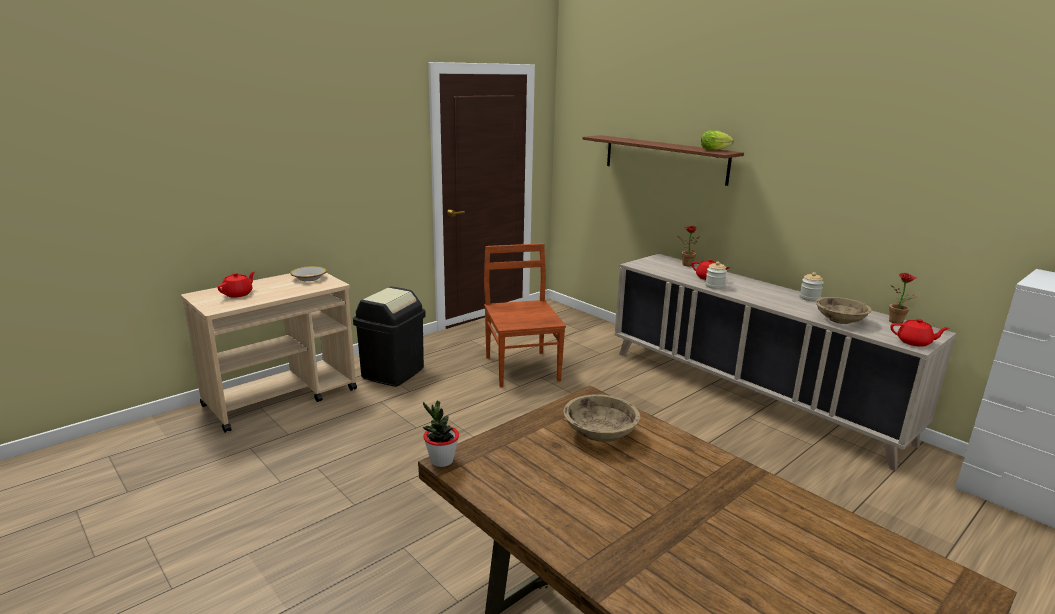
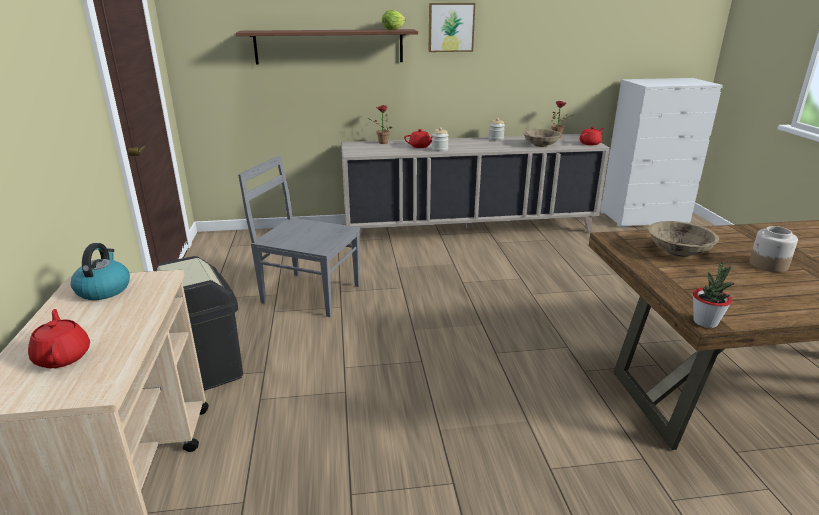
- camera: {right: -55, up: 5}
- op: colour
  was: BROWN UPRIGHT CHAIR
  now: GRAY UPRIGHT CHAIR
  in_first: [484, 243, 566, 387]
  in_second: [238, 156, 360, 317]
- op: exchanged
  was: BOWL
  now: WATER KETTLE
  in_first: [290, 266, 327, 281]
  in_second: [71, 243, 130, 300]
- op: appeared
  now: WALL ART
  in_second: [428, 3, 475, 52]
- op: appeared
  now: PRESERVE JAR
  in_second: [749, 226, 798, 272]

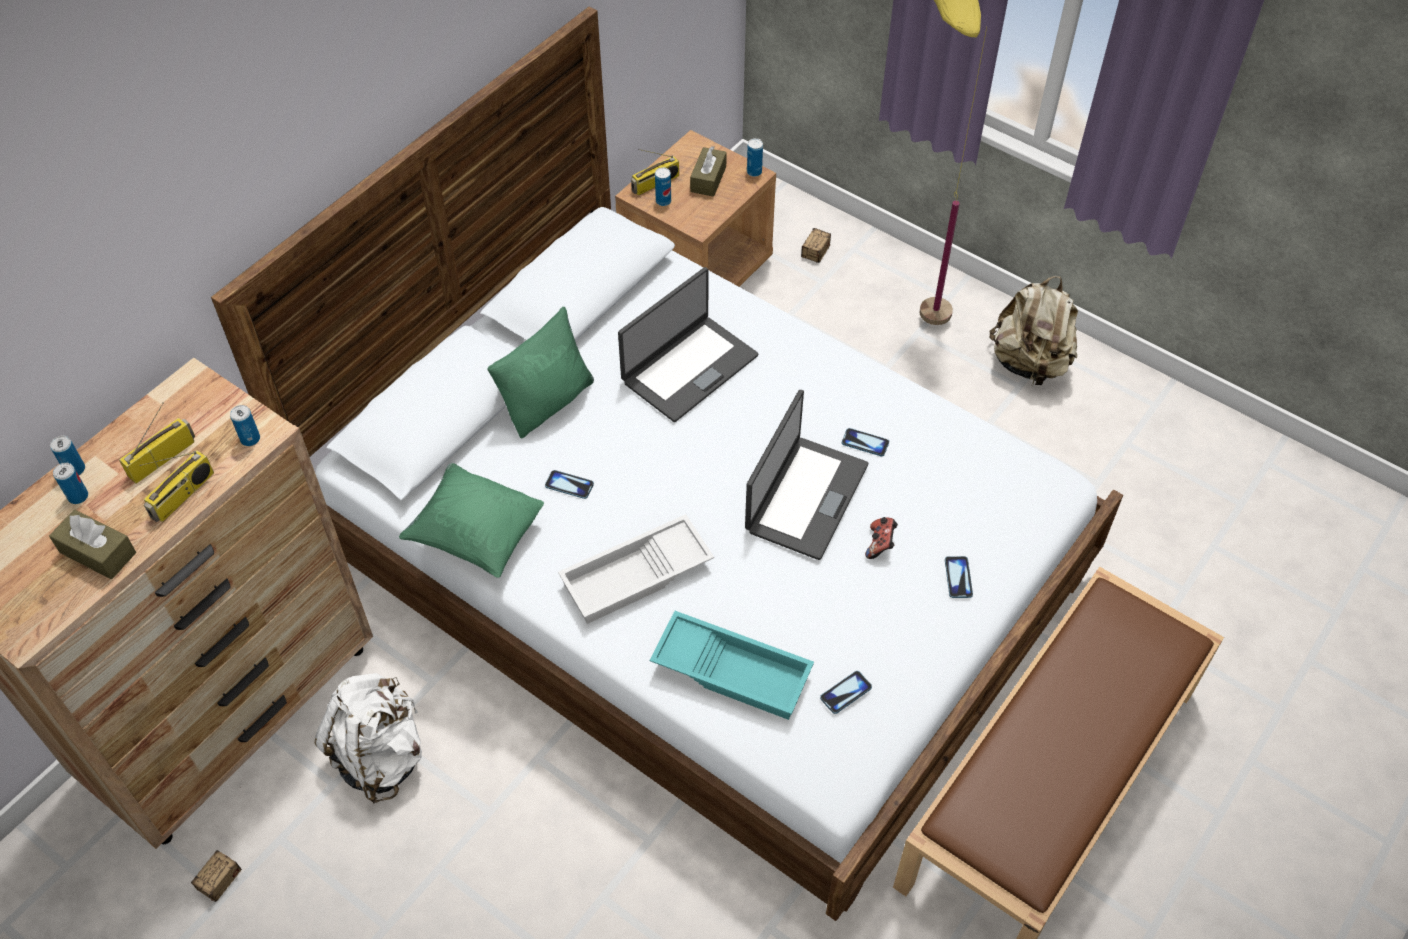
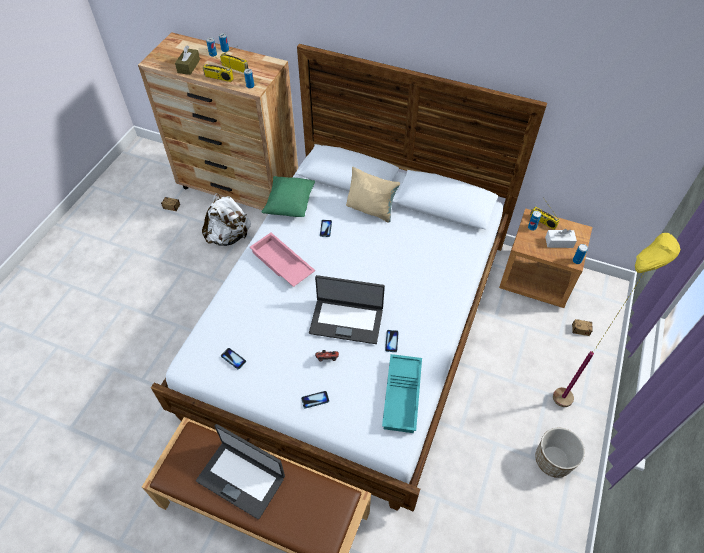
- camera: {right: 75, up: 0}
- op: colour
  was: BROWN BOX OF TISSUES
  now: WHITISH BOX OF TISSUES
  in_first: [690, 146, 727, 197]
  in_second: [545, 229, 577, 248]
- op: relocated
  was: LAPTOP
  in_first: [618, 267, 758, 422]
  in_second: [196, 424, 285, 519]
- op: exchanged
  was: BEIGE KNAPSACK
  now: PLANT POT
  in_first: [990, 276, 1078, 385]
  in_second: [535, 428, 585, 478]
- op: colour
  was: GREEN-COLOURED CUSHION
  now: BEIGE CUSHION
  in_first: [487, 307, 594, 438]
  in_second: [346, 167, 400, 223]
- op: colour
  was: WHITISH SERVING TRAY
  now: PINK-COLOURED SERVING TRAY
  in_first: [558, 514, 714, 624]
  in_second: [250, 233, 315, 287]
- op: relocated
  was: BLUE-GREEN SERVING TRAY
  in_first: [650, 611, 814, 720]
  in_second: [382, 354, 422, 433]

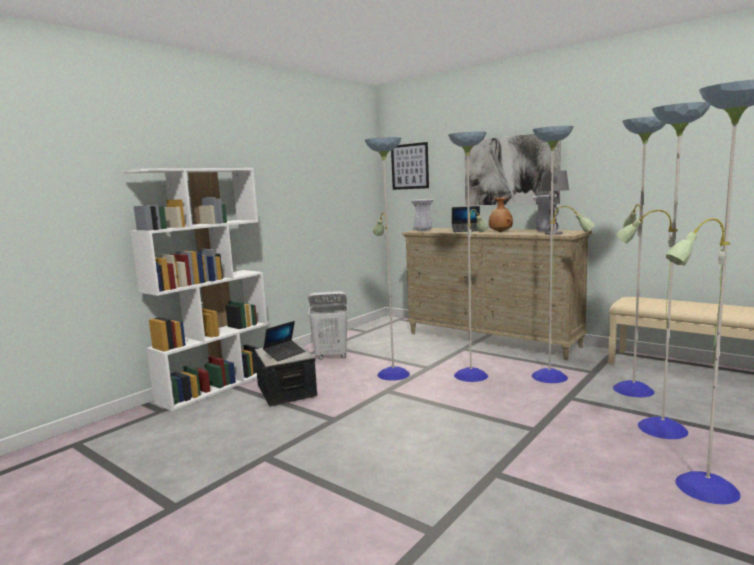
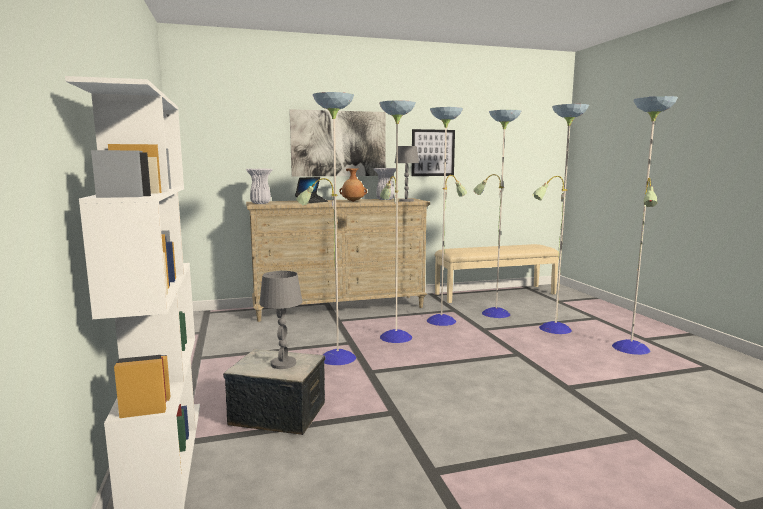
- camera: {right: -55, up: 0}
- op: relocated
  was: WALL ART
  in_first: [391, 142, 429, 190]
  in_second: [412, 129, 455, 176]
- op: missing
  was: WHITISH LAUNDRY BASKET
  in_first: [308, 291, 348, 360]
- op: exchanged
  was: LAPTOP
  now: GRAY TABLE LAMP
  in_first: [263, 321, 305, 361]
  in_second: [259, 271, 303, 369]

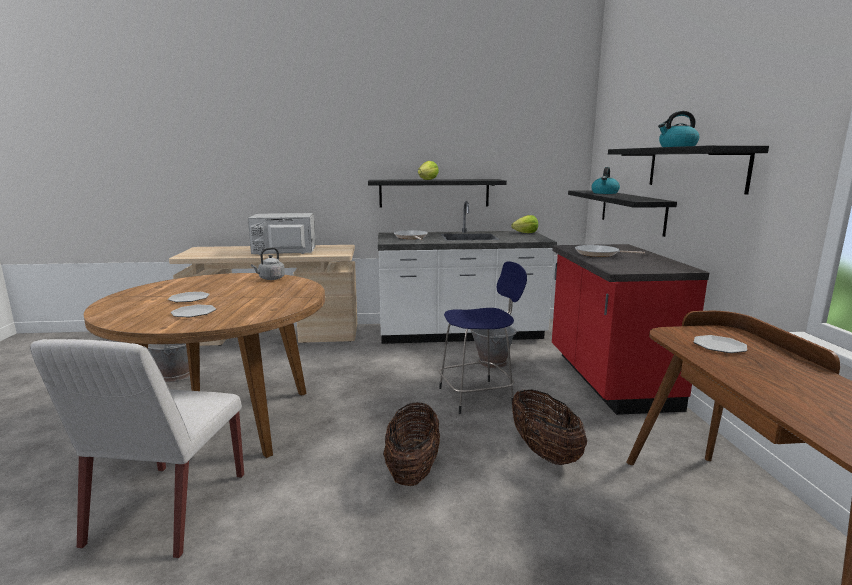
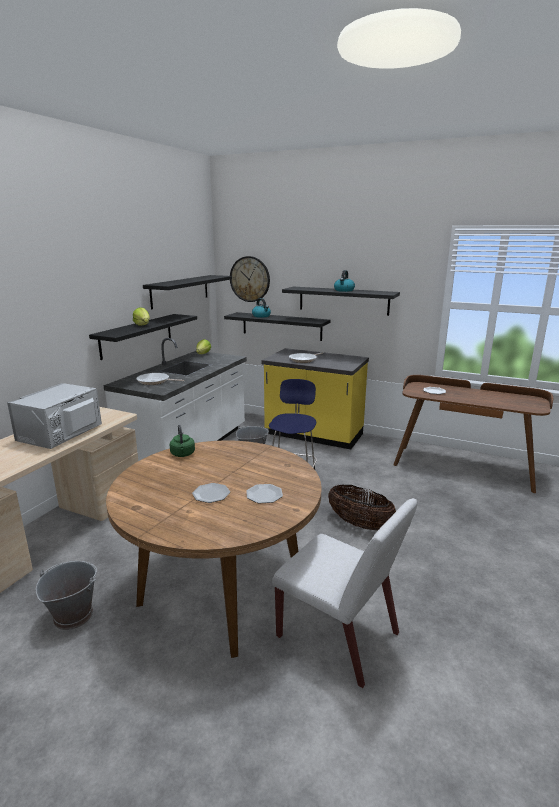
- camera: {right: -60, up: 5}
- op: colour
  was: REDDISH KITCHEN COUNTER
  now: YELLOW KITCHEN COUNTER
  in_first: [552, 244, 709, 415]
  in_second: [262, 348, 369, 449]
- op: colour
  was: GRAY WATER KETTLE
  now: GREEN-COLOURED WATER KETTLE
  in_first: [251, 247, 285, 280]
  in_second: [170, 425, 195, 457]
- op: missing
  was: HOUSEHOLD BASKET
  in_first: [512, 390, 587, 465]
- op: appeared
  now: WALL CLOCK
  in_second: [230, 256, 270, 302]
- op: appeared
  now: BLACK BRACKET SHELF
  in_second: [143, 275, 232, 309]

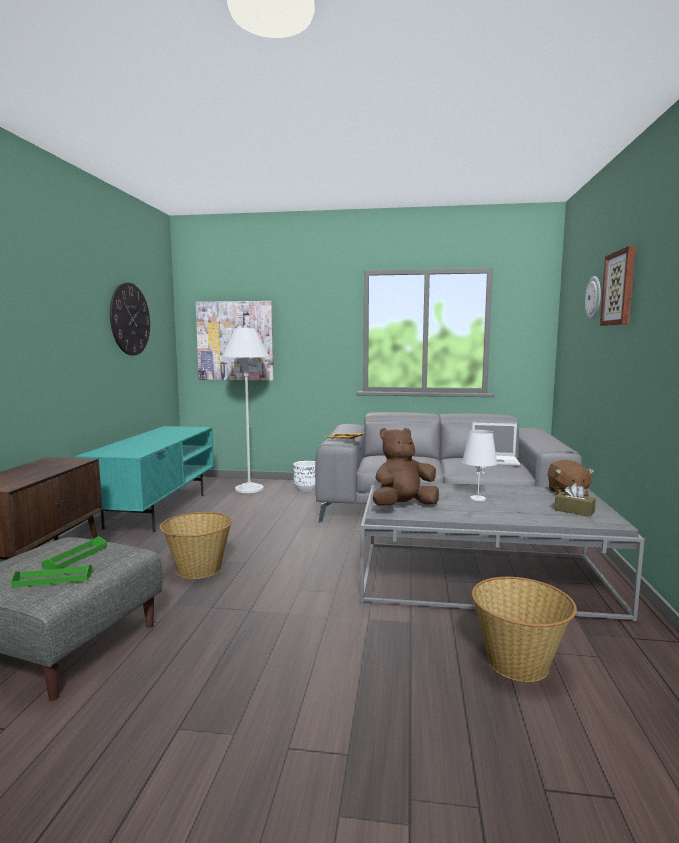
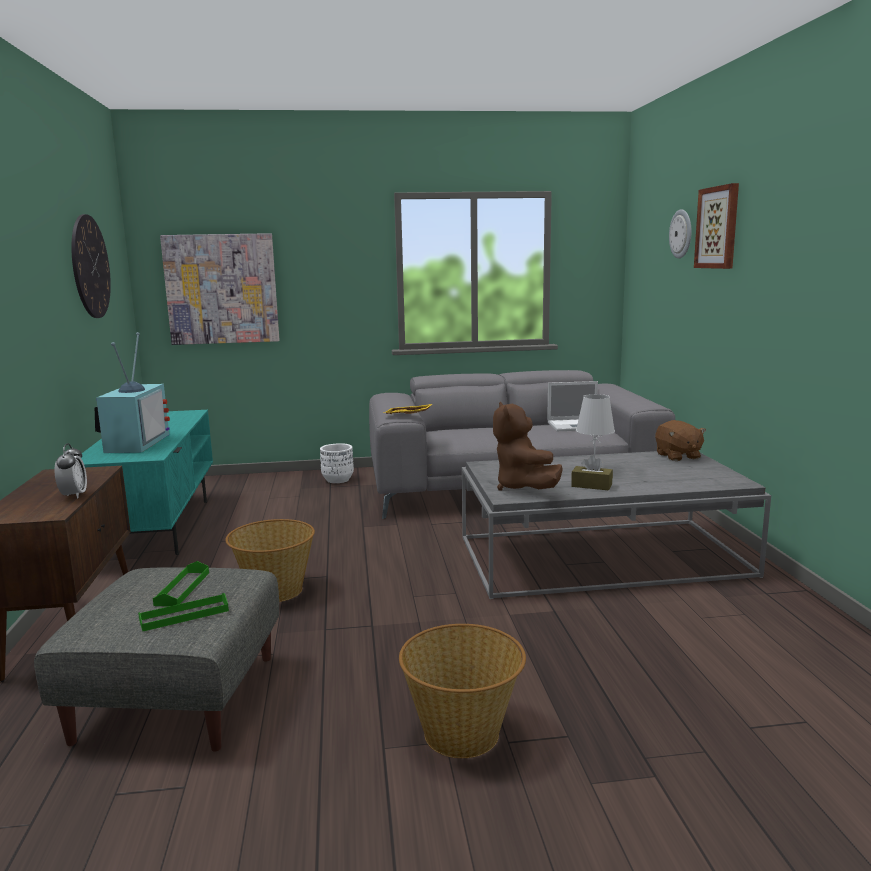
- camera: {right: -15, up: 5}
- op: missing
  was: WHITISH STANDARD LAMP
  in_first: [222, 328, 270, 493]
- op: spun
  was: BROWN CUDDLY TOY
  in_first: [373, 428, 439, 506]
  in_second: [493, 402, 563, 491]
  clockwise: -60
- op: relocated
  was: BROWN BOX OF TISSUES
  in_first: [554, 483, 596, 517]
  in_second: [571, 455, 613, 490]
- op: relocated
  was: HOUSEHOLD BASKET
  in_first: [472, 577, 577, 682]
  in_second: [399, 624, 526, 758]
- op: appeared
  now: TELEVISION
  in_second: [95, 332, 170, 453]
- op: appeared
  now: BEDSIDE CLOCK
  in_second: [55, 443, 87, 499]

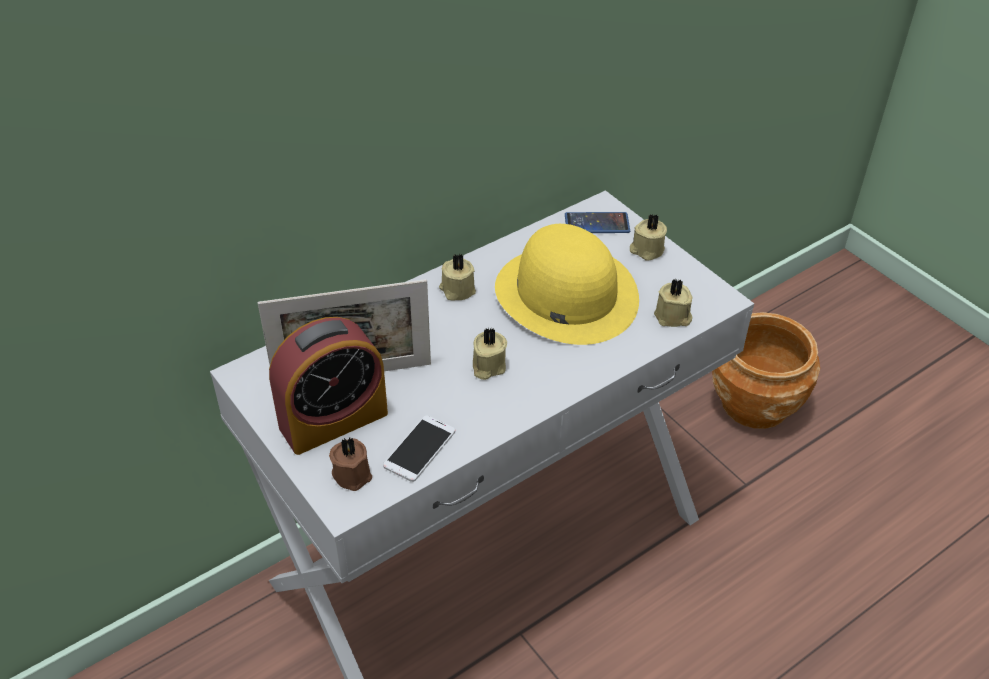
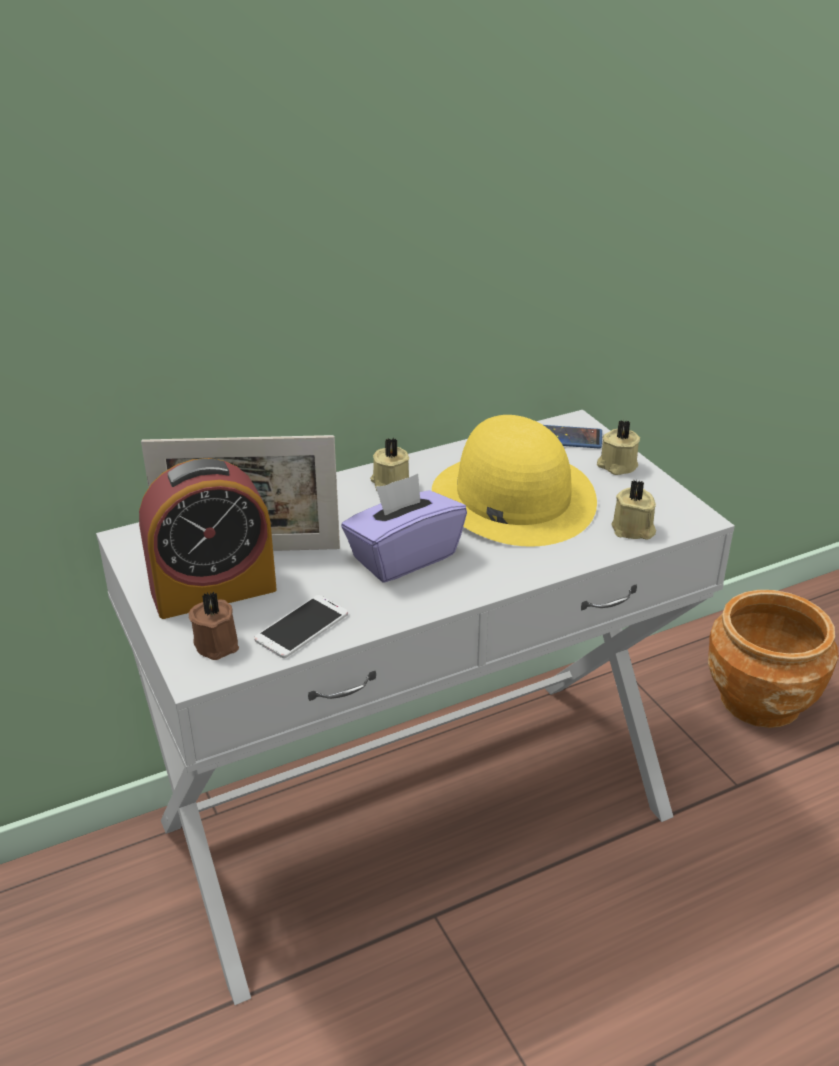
- camera: {right: 10, up: -10}
- op: exchanged
  was: BEIGE WAX LIGHT
  now: PURPLE-COLOURED BOX OF TISSUES
  in_first: [473, 328, 507, 380]
  in_second: [341, 474, 467, 583]

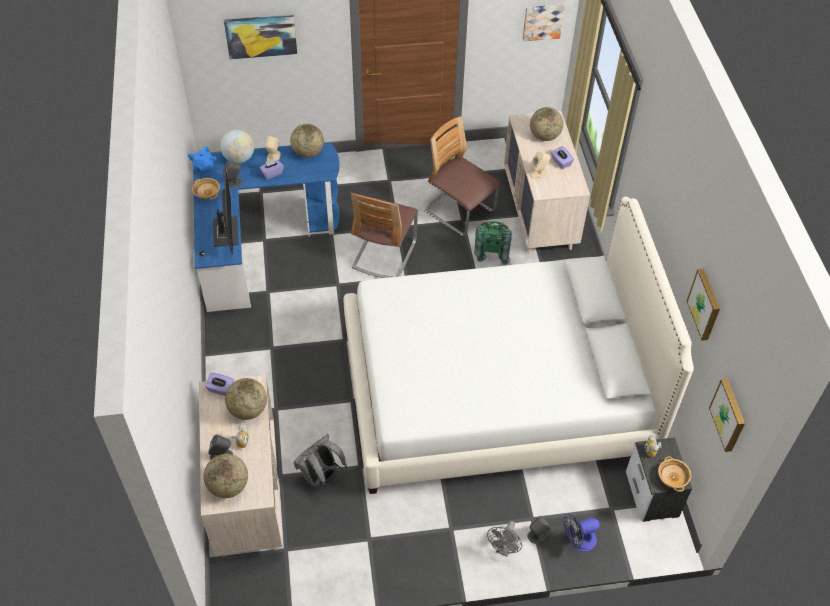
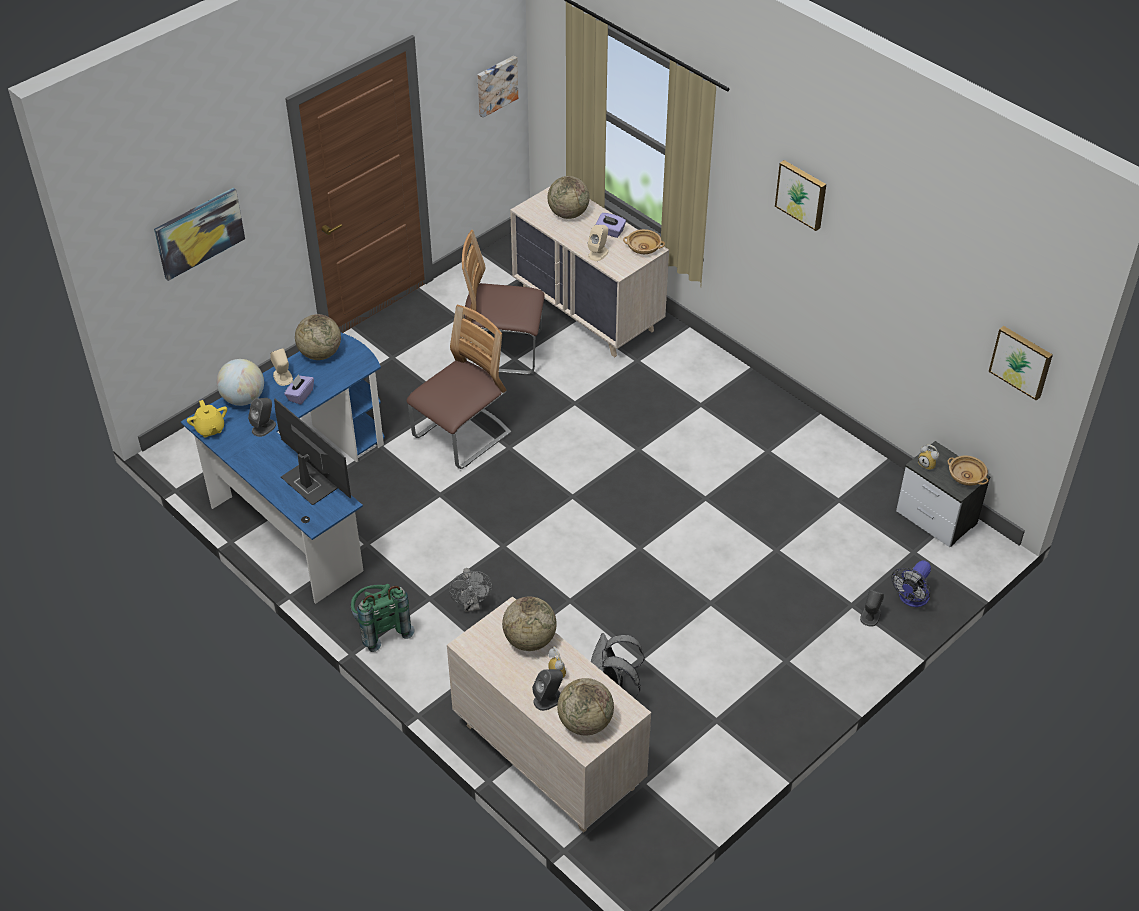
- camera: {right: -35, up: -5}
- op: colour
  was: BLUISH TEA POT
  now: YELLOW TEA POT
  in_first: [188, 146, 217, 173]
  in_second: [187, 400, 227, 438]
- op: relocated
  was: BEIGE BOWL
  in_first: [192, 178, 220, 200]
  in_second: [623, 229, 665, 254]
- op: spun
  was: UPRIGHT CHAIR
  in_first: [351, 193, 418, 278]
  in_second: [407, 305, 511, 469]
  clockwise: -120
- op: missing
  was: WHITISH SLEEPING BED
  in_first: [343, 197, 694, 494]
- op: relocated
  was: GREEN-COLOURED KNAPSACK
  in_first: [474, 221, 512, 265]
  in_second: [351, 584, 415, 652]
- op: relocated
  was: WALL ART
  in_first: [687, 269, 720, 341]
  in_second: [775, 160, 826, 231]
- op: missing
  was: PURPLE-COLOURED BOX OF TISSUES
  in_first: [205, 373, 234, 396]
- op: relocated
  was: GRAY ELECTRIC FAN
  in_first: [487, 521, 522, 557]
  in_second: [449, 568, 492, 612]

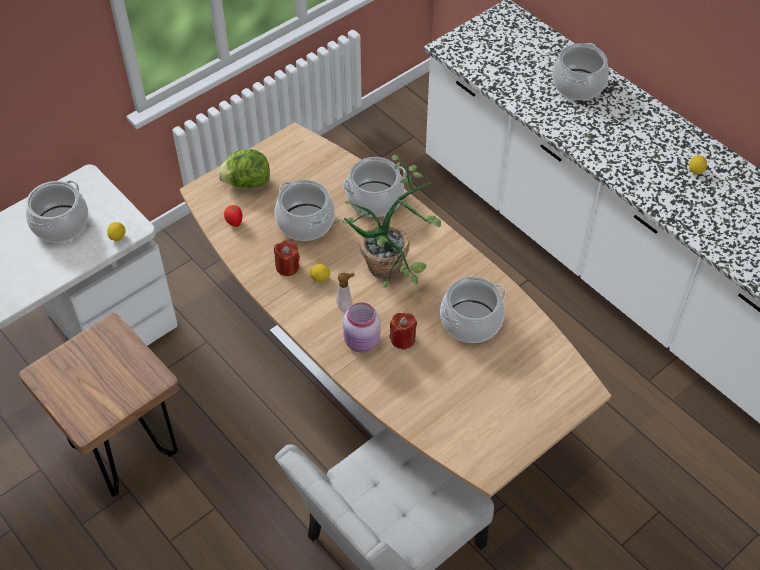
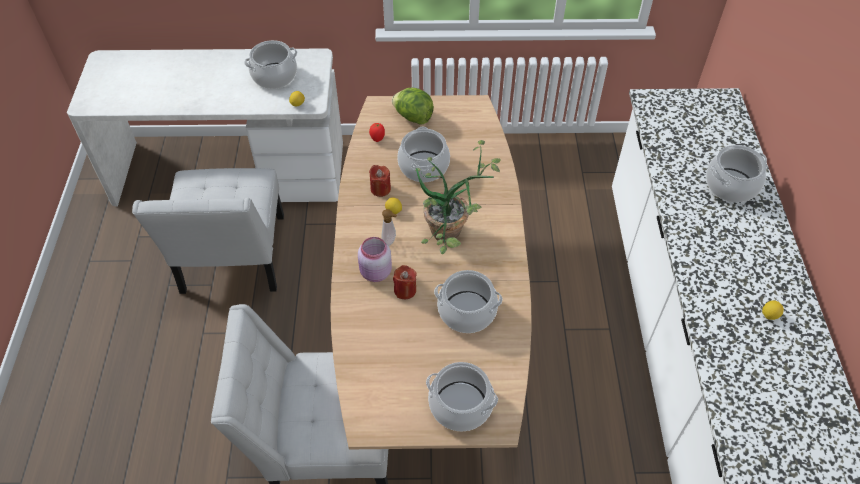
- camera: {right: 40, up: 0}
- op: relocated
  was: STOCKPOT
  in_first: [343, 157, 407, 217]
  in_second: [426, 362, 498, 431]
- op: exchanged
  was: BROWN STOOL SEAT
  now: WHITISH UPRIGHT CHAIR
  in_first: [19, 313, 179, 497]
  in_second: [132, 168, 284, 294]

